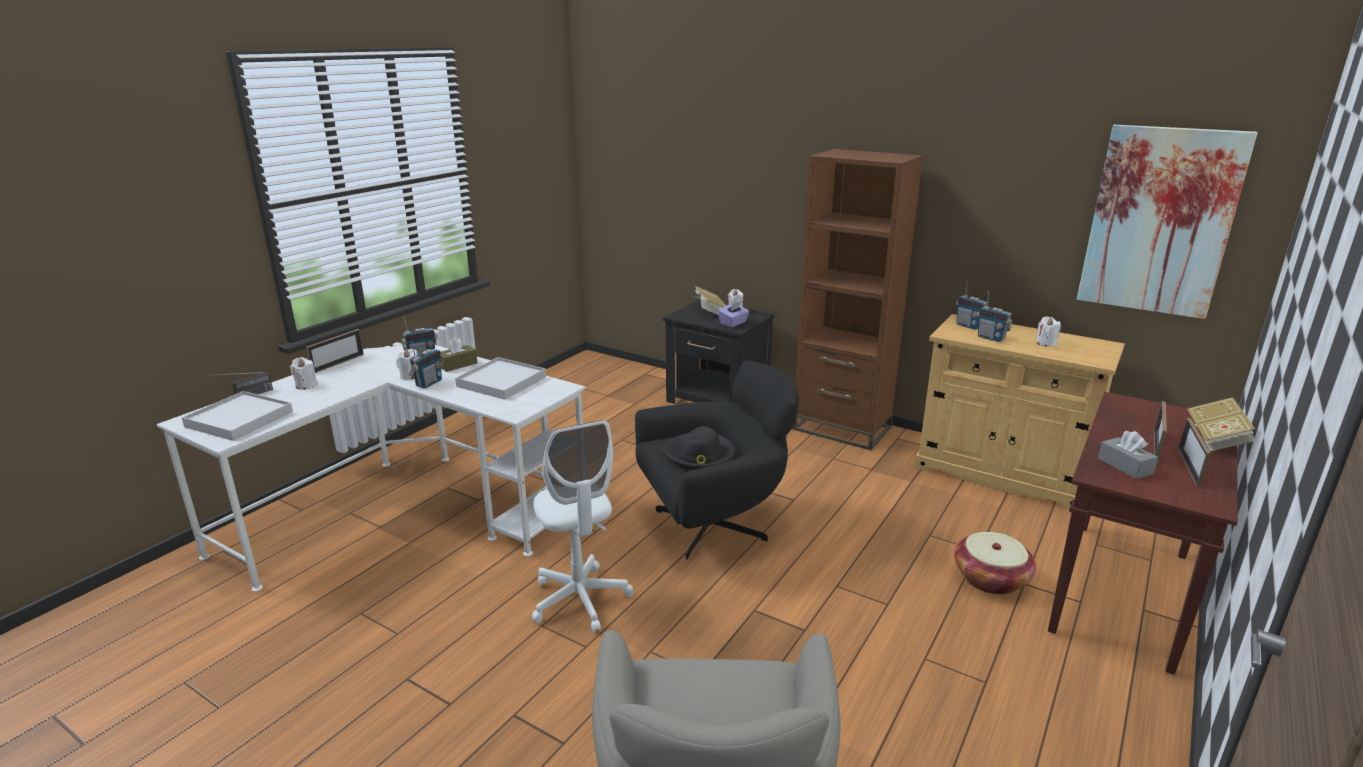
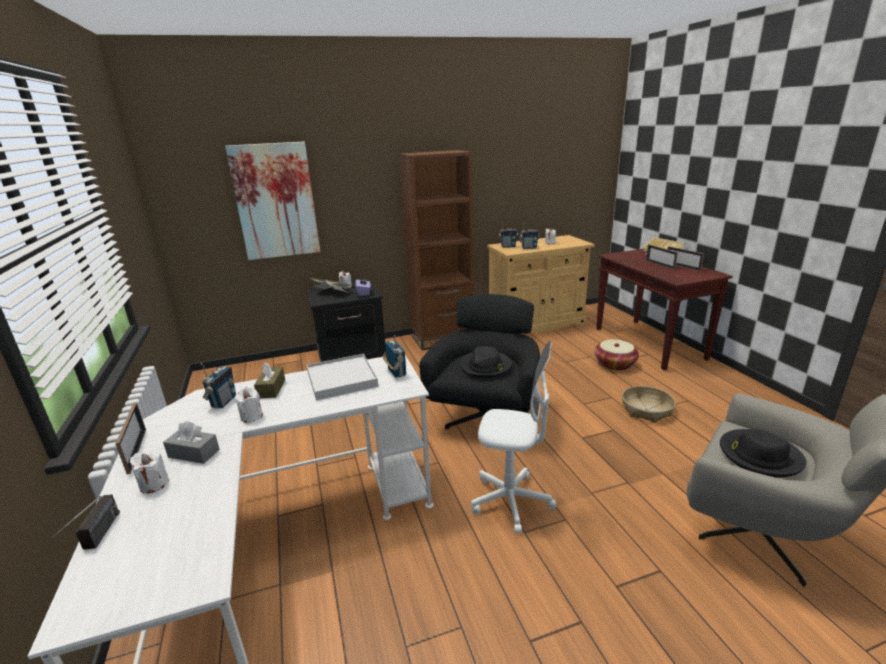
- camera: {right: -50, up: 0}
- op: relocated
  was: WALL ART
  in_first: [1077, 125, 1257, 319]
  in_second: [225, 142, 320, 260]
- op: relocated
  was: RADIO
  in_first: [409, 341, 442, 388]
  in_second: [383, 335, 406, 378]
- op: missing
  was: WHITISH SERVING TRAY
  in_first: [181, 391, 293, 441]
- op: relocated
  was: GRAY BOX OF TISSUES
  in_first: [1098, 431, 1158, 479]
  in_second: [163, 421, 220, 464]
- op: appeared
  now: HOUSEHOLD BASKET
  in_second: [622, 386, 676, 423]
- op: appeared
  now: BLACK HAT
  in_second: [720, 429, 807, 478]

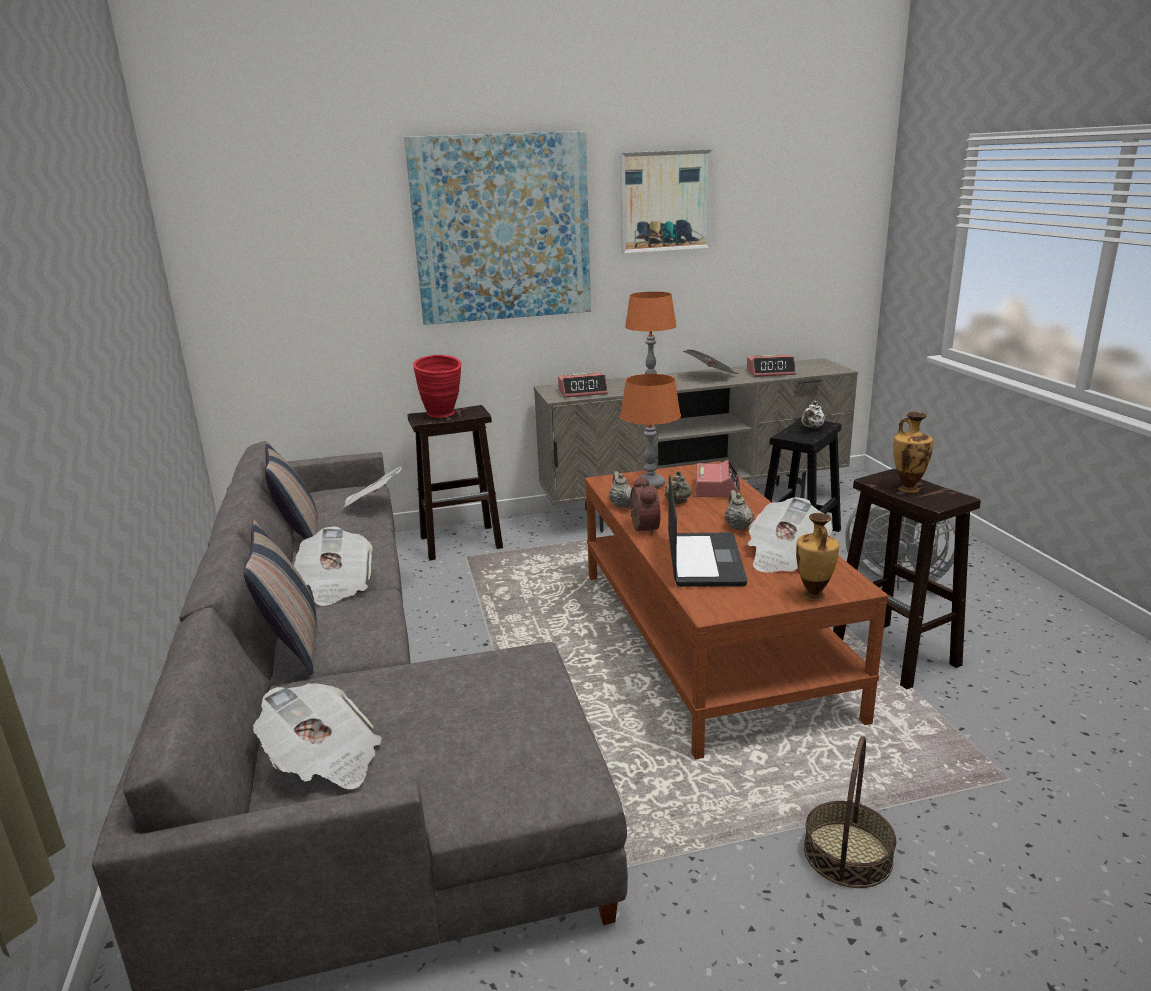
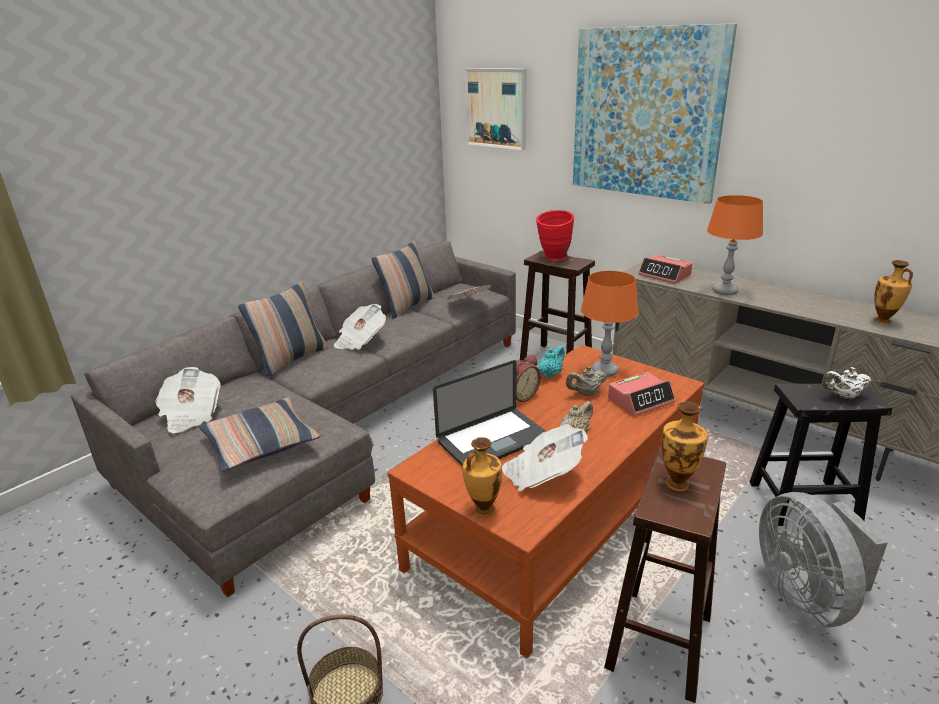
- camera: {right: 55, up: 5}
- op: relocated
  was: WALL ART
  in_first: [620, 149, 713, 253]
  in_second: [464, 68, 527, 151]
- op: missing
  was: PRINTED PAPER
  in_first: [683, 350, 739, 374]
- op: exchanged
  was: BEDSIDE CLOCK
  now: DECORATIVE VASE
  in_first: [747, 354, 796, 377]
  in_second: [874, 260, 913, 324]
- op: colour
  was: BEIGE TEA POT
  now: BLUE-GREEN TEA POT
  in_first: [609, 471, 632, 508]
  in_second: [538, 346, 565, 378]
- op: appeared
  now: CUSHION
  in_second: [199, 397, 321, 472]

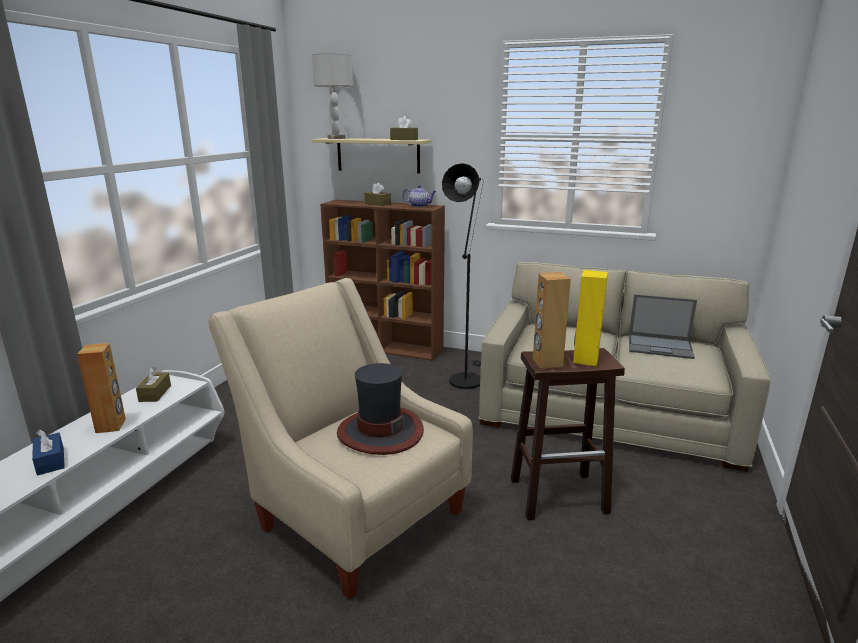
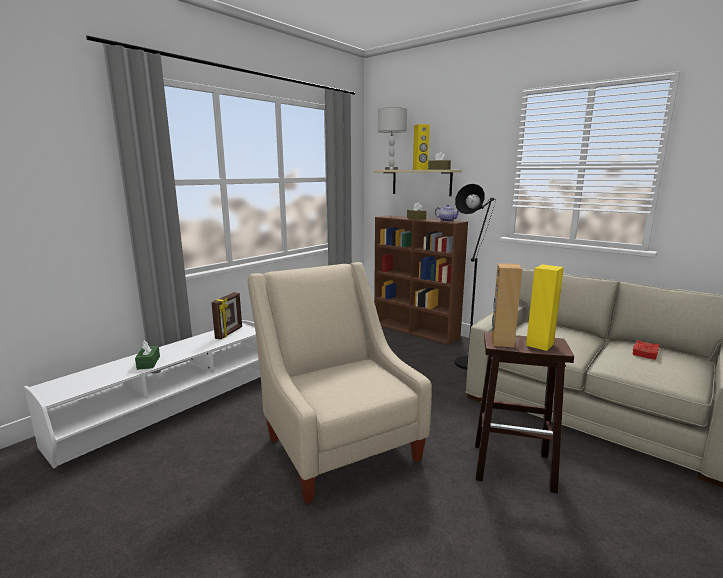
- camera: {right: 20, up: -5}
- op: exchanged
  was: LAPTOP
  now: REDDISH BOUND BOOK
  in_first: [629, 294, 697, 359]
  in_second: [632, 340, 659, 360]
- op: missing
  was: BROWN SPEAKER
  in_first: [77, 343, 126, 433]
- op: missing
  was: HAT
  in_first: [337, 363, 424, 455]
- op: exchanged
  was: BROWN BOX OF TISSUES
  now: PHOTO FRAME
  in_first: [136, 366, 171, 402]
  in_second: [211, 292, 242, 340]
- op: colour
  was: BLUISH BOX OF TISSUES
  now: GREEN-COLOURED BOX OF TISSUES
  in_first: [32, 429, 65, 476]
  in_second: [135, 340, 160, 370]
- op: appeared
  now: YELLOW SPEAKER
  in_second: [413, 124, 430, 170]

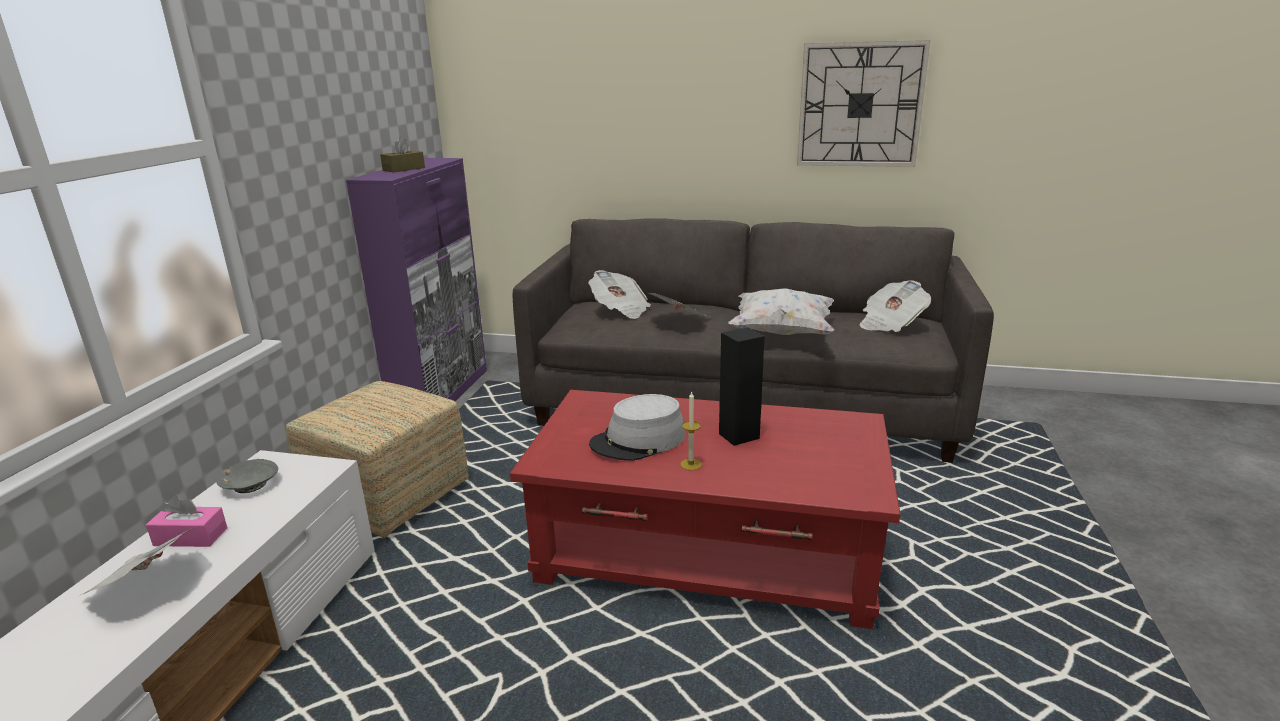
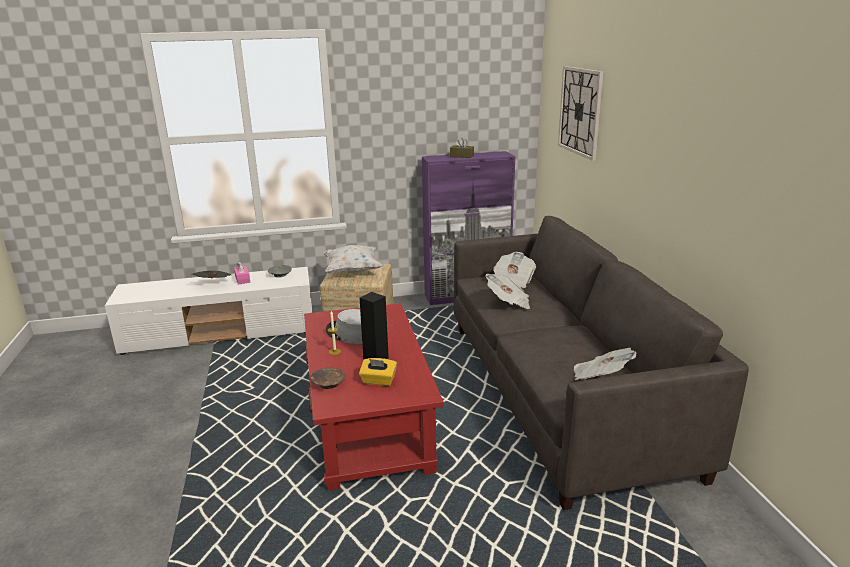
- camera: {right: 65, up: 0}
- op: relocated
  was: WALL CLOCK
  in_first: [797, 40, 931, 167]
  in_second: [558, 66, 603, 161]
- op: relocated
  was: WHITISH CUSHION
  in_first: [728, 288, 834, 335]
  in_second: [324, 245, 383, 273]
- op: appeared
  now: YELLOW BOX OF TISSUES
  in_second: [359, 358, 397, 386]
- op: appeared
  now: BROWN BOWL
  in_second: [311, 368, 346, 389]

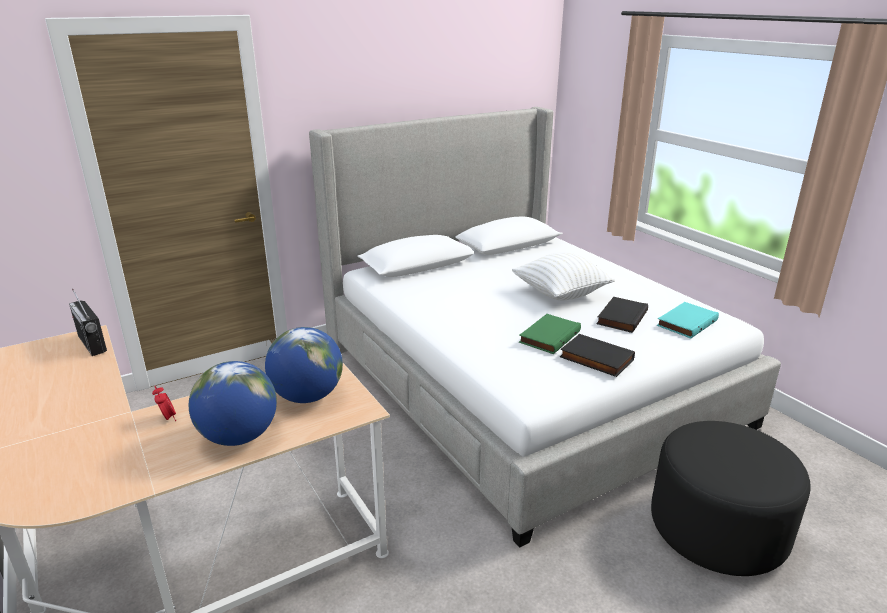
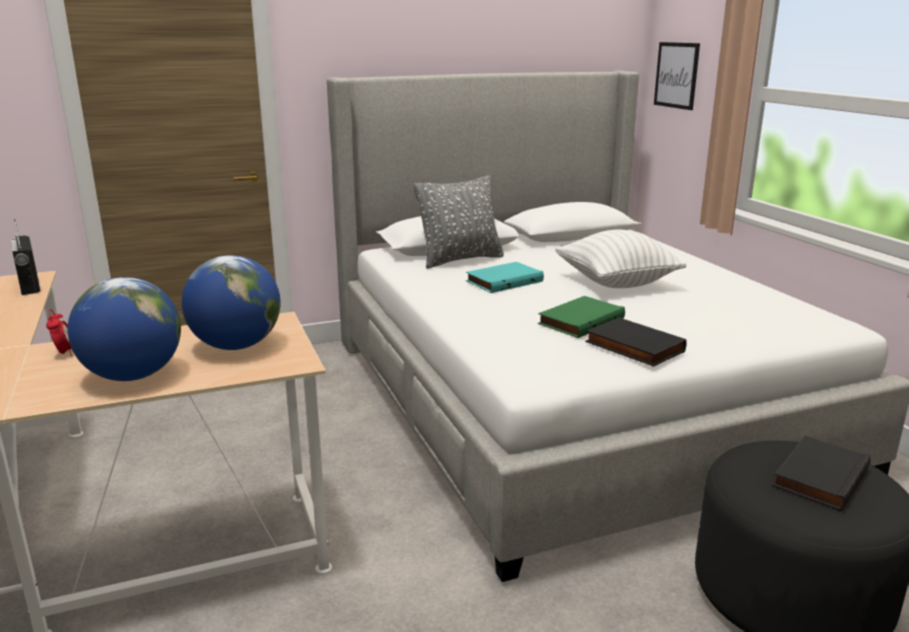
- camera: {right: 10, up: -5}
- op: relocated
  was: BLACK BOUND BOOK
  in_first: [596, 297, 648, 333]
  in_second: [772, 436, 871, 511]
- op: relocated
  was: BLUE-GREEN BOUND BOOK
  in_first: [657, 302, 719, 339]
  in_second: [466, 262, 544, 293]
- op: appeared
  now: WALL ART
  in_second: [654, 42, 700, 110]
- op: appeared
  now: GRAY CUSHION
  in_second: [414, 175, 504, 269]

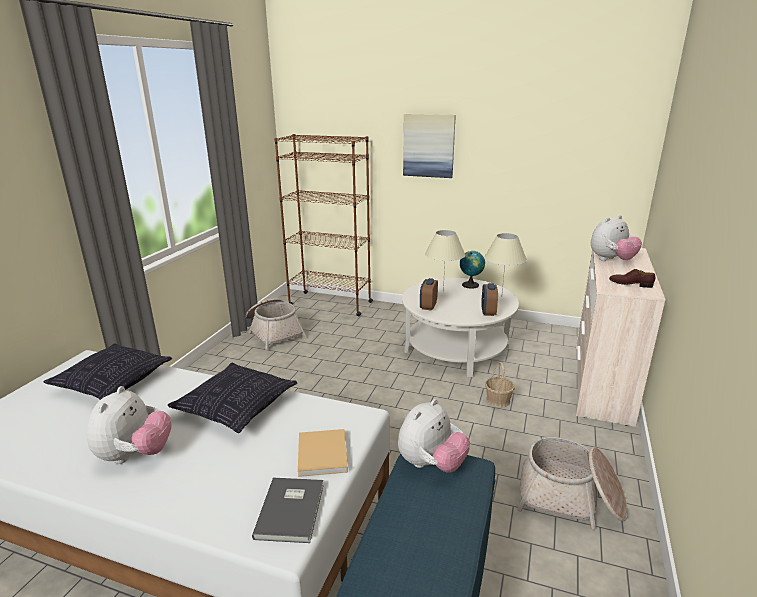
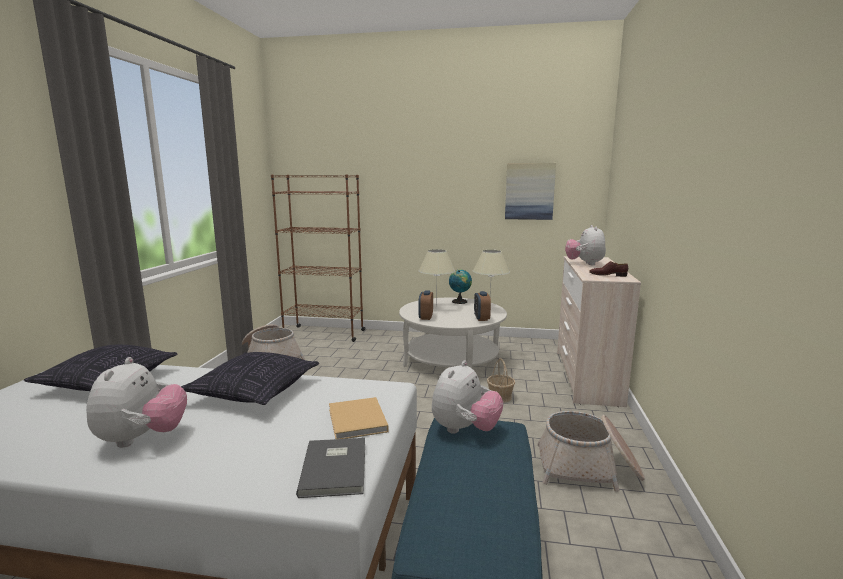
- camera: {right: -10, up: -10}
- op: relocated
  was: WALL ART
  in_first: [403, 114, 456, 178]
  in_second: [505, 163, 556, 220]
- op: spun
  was: CUDDLY TOY
  in_first: [591, 215, 642, 261]
  in_second: [565, 225, 606, 265]
  clockwise: 135

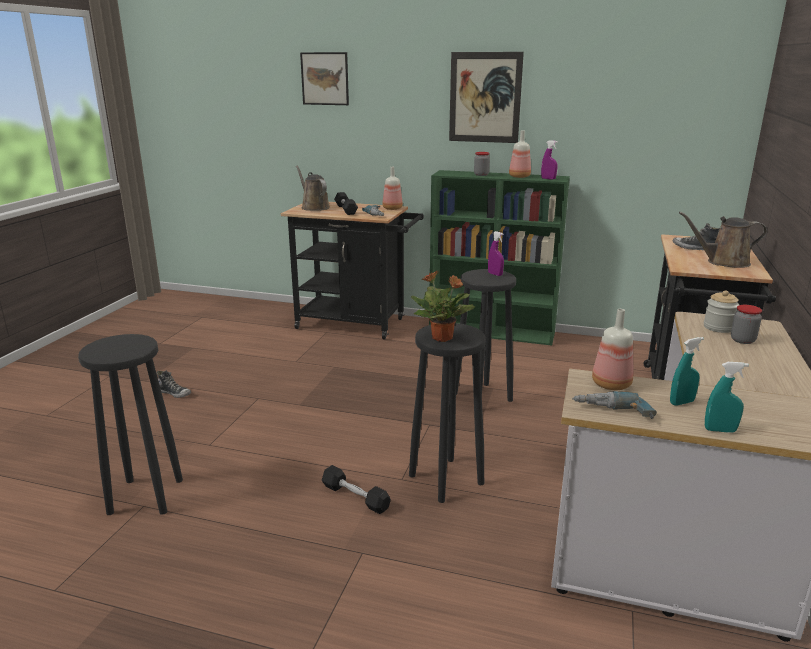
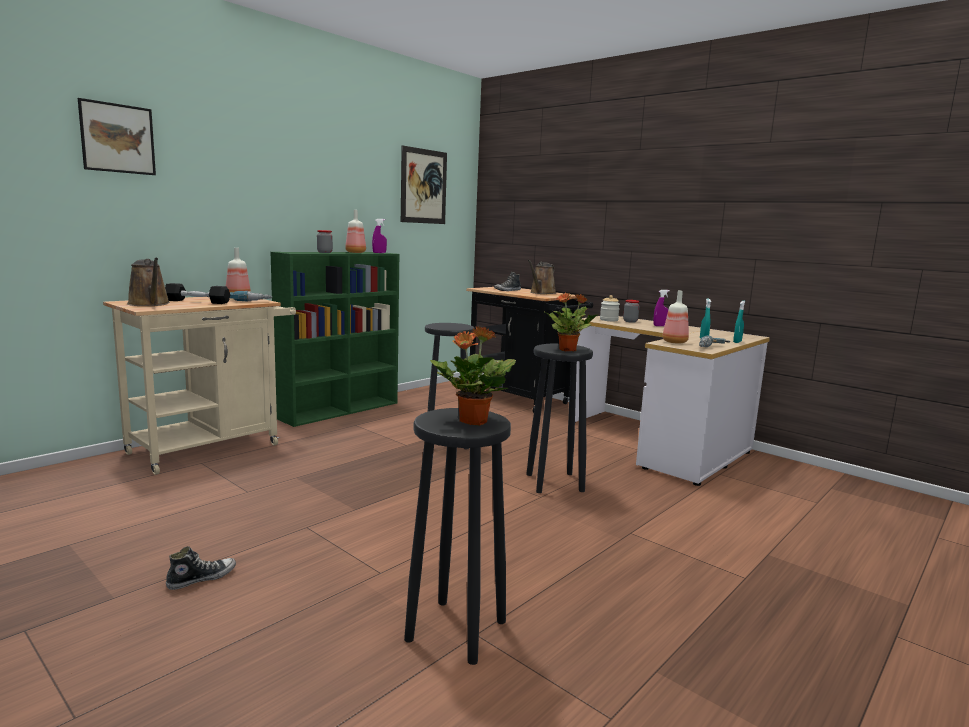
- camera: {right: -65, up: -10}
- op: relocated
  was: WALL ART
  in_first: [449, 52, 524, 143]
  in_second: [401, 145, 447, 224]
- op: spun
  was: BROWN WATERING POT
  in_first: [296, 166, 330, 211]
  in_second: [127, 257, 170, 306]
  clockwise: -120
- op: colour
  was: BLACK TROLLEY
  now: BEIGE TROLLEY
  in_first: [280, 202, 424, 340]
  in_second: [103, 297, 296, 475]
- op: relocated
  was: PURPLE-COLOURED SPRAY BOTTLE
  in_first: [488, 231, 504, 276]
  in_second: [653, 290, 670, 326]
- op: missing
  was: BLACK DUMBBELL
  in_first: [322, 465, 391, 514]
- op: appeared
  now: PLANT IN A POT
  in_second: [430, 326, 516, 425]

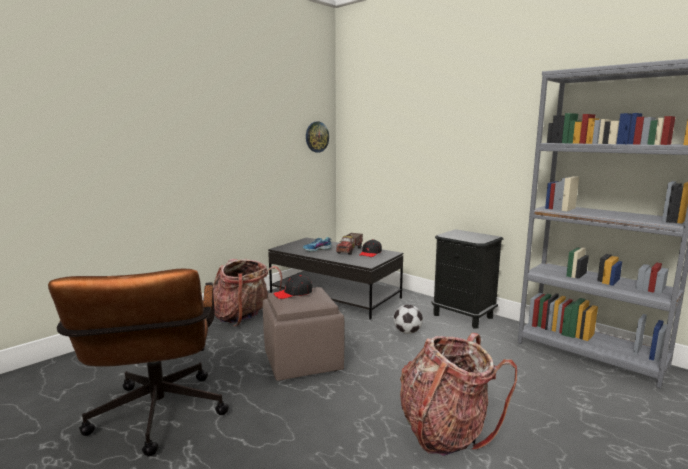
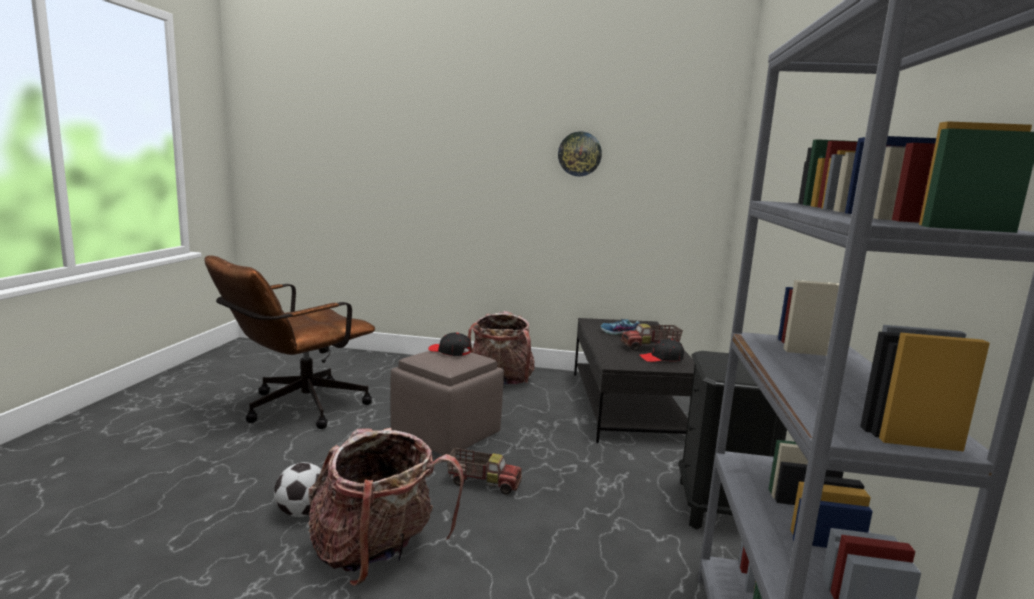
- camera: {right: 55, up: 0}
- op: relocated
  was: WALL CLOCK
  in_first: [306, 122, 329, 153]
  in_second: [558, 131, 602, 176]
- op: relocated
  was: FOOTBALL BALL
  in_first: [394, 304, 423, 334]
  in_second: [274, 462, 321, 517]
- op: appeared
  now: TOY LORRY
  in_second: [447, 448, 522, 495]

